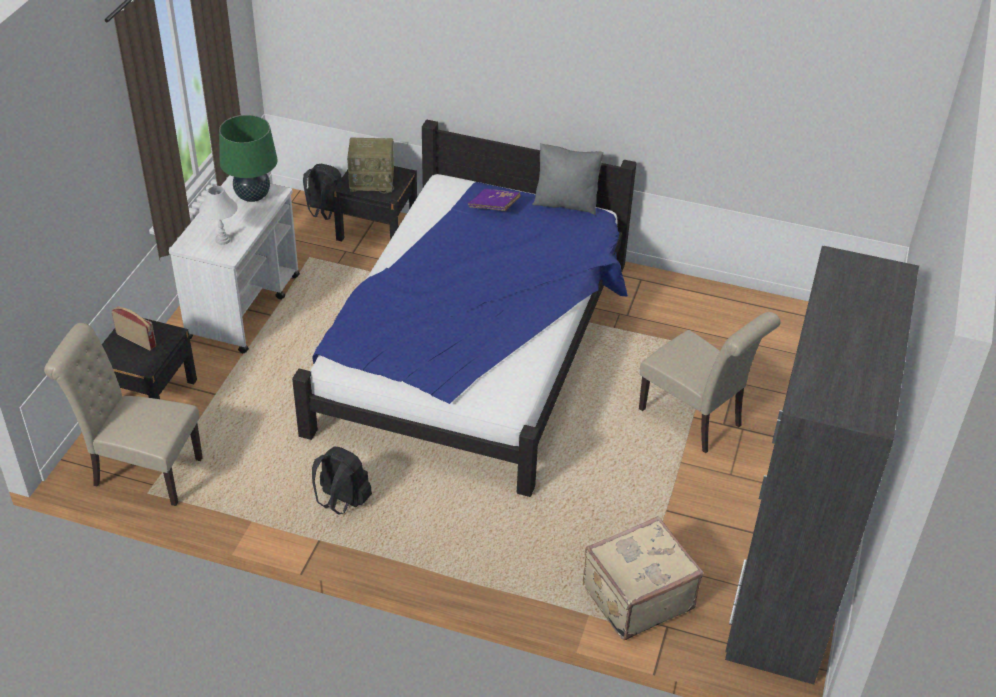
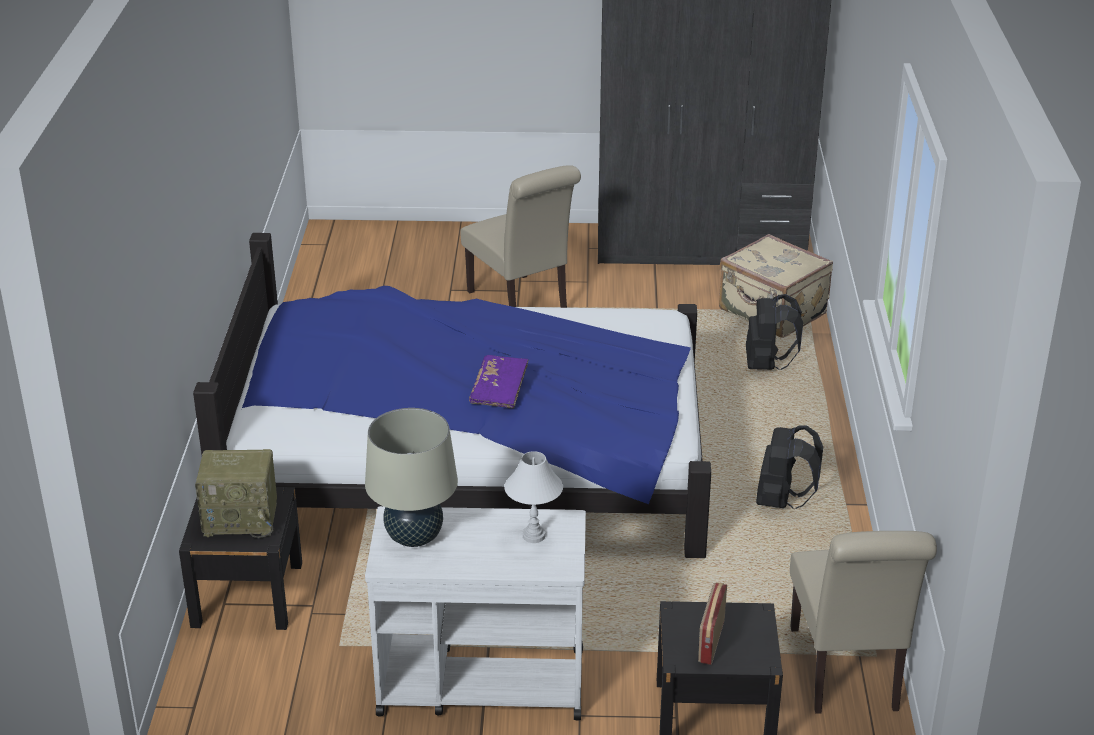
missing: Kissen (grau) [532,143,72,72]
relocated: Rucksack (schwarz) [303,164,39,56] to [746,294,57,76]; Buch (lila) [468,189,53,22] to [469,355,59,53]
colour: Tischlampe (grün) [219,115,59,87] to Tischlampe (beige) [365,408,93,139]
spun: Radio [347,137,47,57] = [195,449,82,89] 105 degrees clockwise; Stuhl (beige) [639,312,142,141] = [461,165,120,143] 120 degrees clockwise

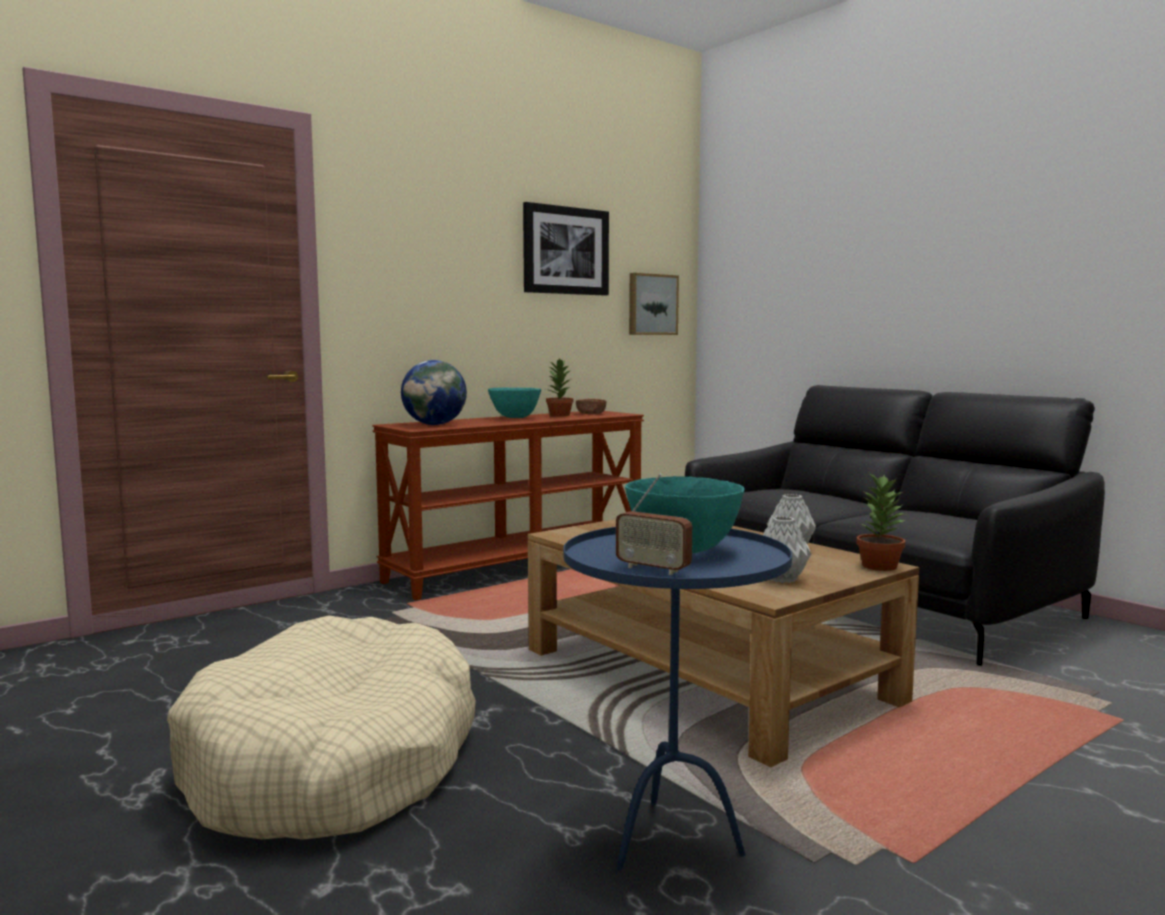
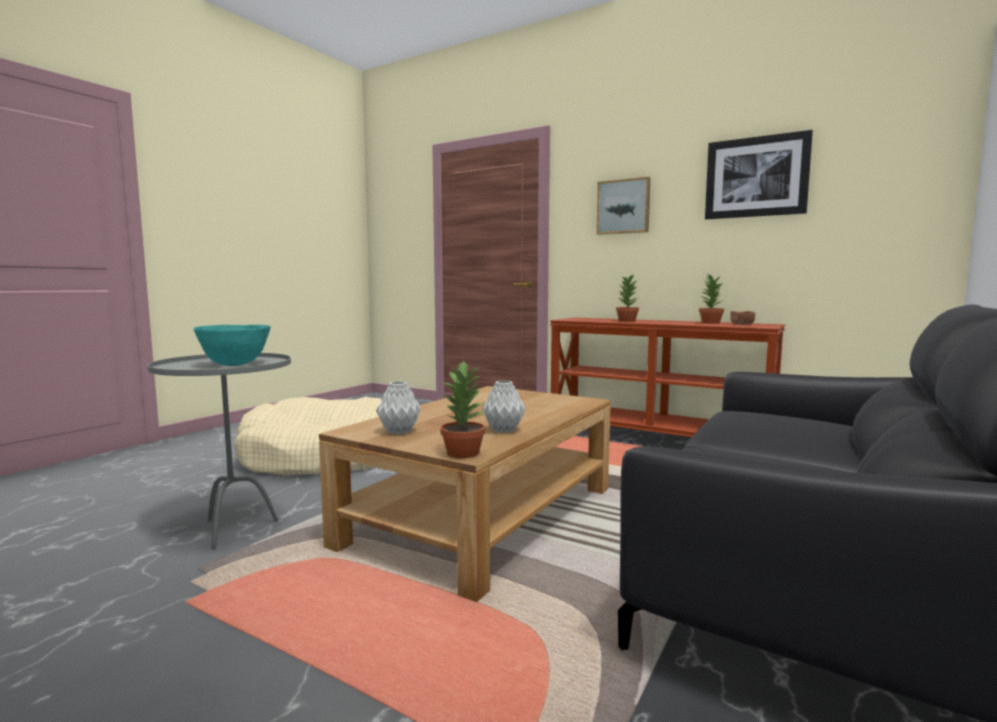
missing: Globus [401,360,66,65]; Schüssel (türkis) [488,387,53,31]; Radio [616,474,76,101]
appeared: Topfpflanze [616,274,24,48]
relocated: Bild [629,273,50,62] to [596,177,54,58]
colour: Beistelltisch (blau) [563,527,229,343] to Beistelltisch (grau) [147,353,144,196]

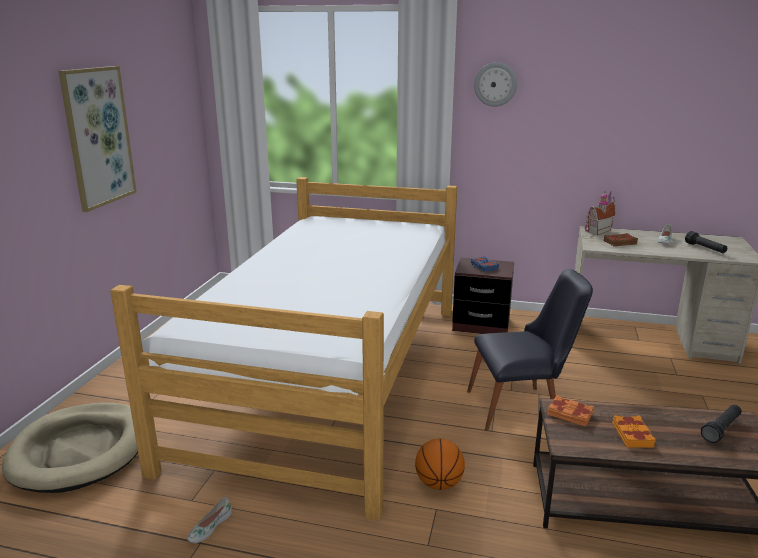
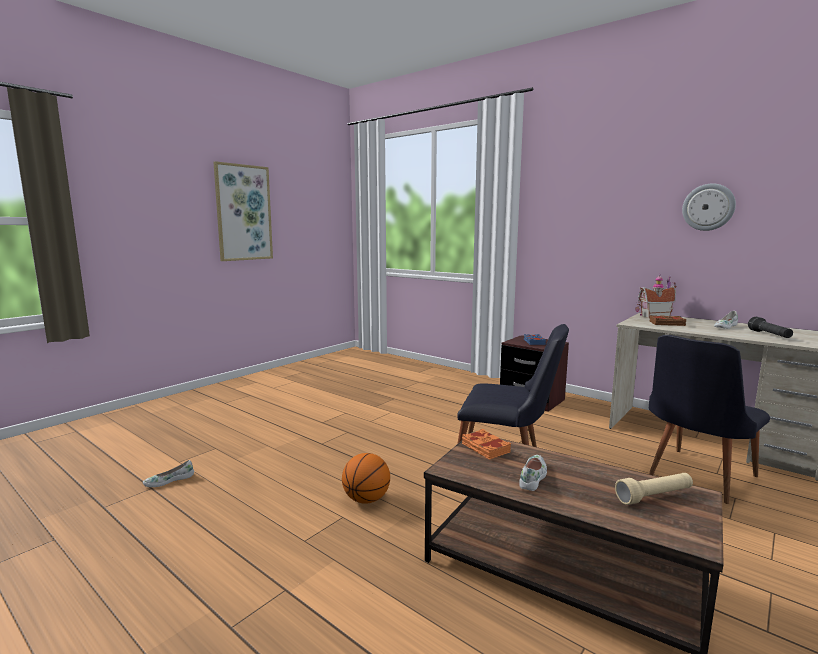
missing: Hundebett (beige) [2,403,136,90]; Bett [110,177,347,344]
appeared: Stuhl (schwarz) [649,335,121,169]
relocated: Wanduhr [474,62,43,45] to [682,184,54,47]
exchanged: Buch (orange) [612,415,44,32] to Schuh (weiß) [520,455,27,36]
colour: Taschenlampe (schwarz) [701,405,41,38] to Taschenlampe (beige) [615,473,78,32]

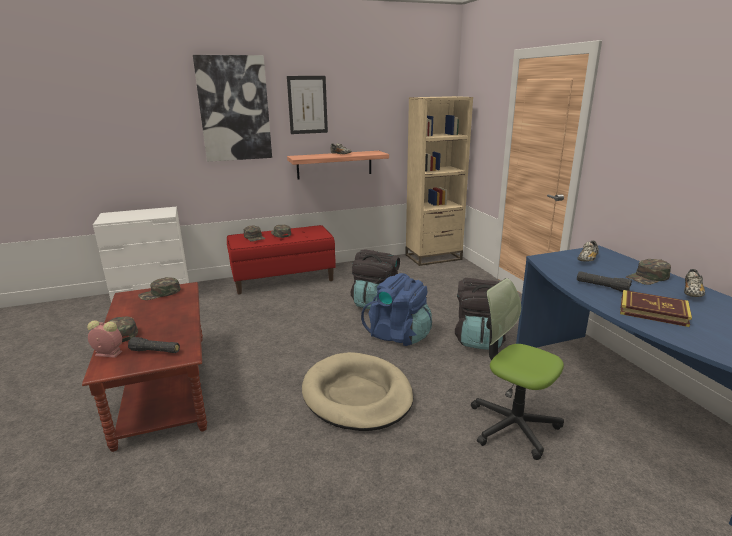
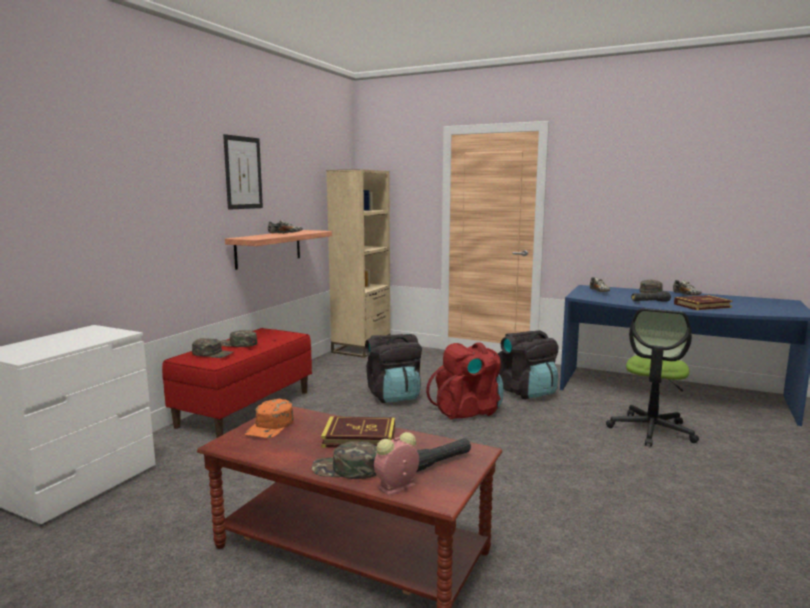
missing: Bild [193,55,79,107]; Hundebett (beige) [302,352,111,79]
appeared: Buch [321,416,74,32]
colour: Kappe (grün) [138,277,42,23] to Kappe (orange) [245,399,49,39]; Rucksack (blau) [361,273,71,73] to Rucksack (rot) [426,342,77,77]
spun: Bürostuhl [471,278,93,182] = [606,308,93,139] 60 degrees counterclockwise

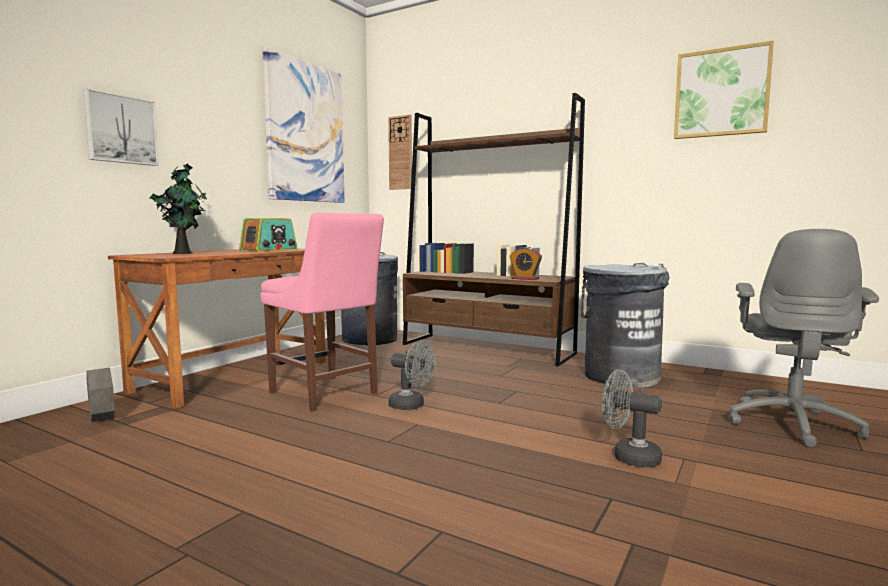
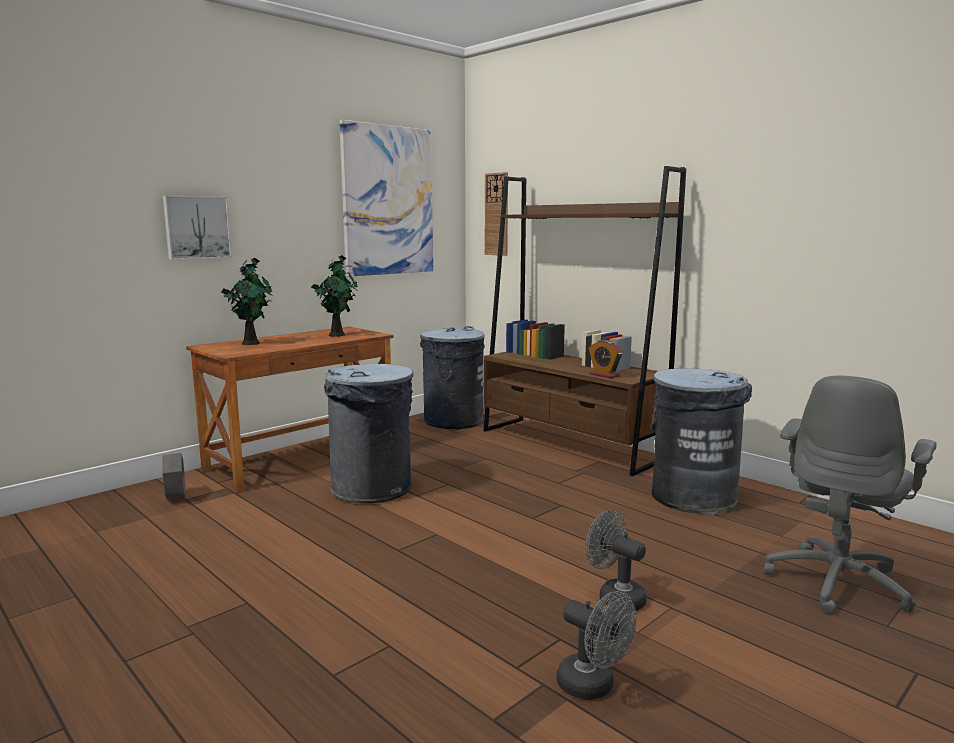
missing: Bild [674,40,100,99]
relocated: Ventilator (grau) [388,340,47,70] to [557,591,79,109]
exchanged: Radio [239,218,58,33] to Topfpflanze [311,255,47,82]; Stuhl (rosa) [260,213,124,199] to Mülleimer (grau) [324,364,90,139]

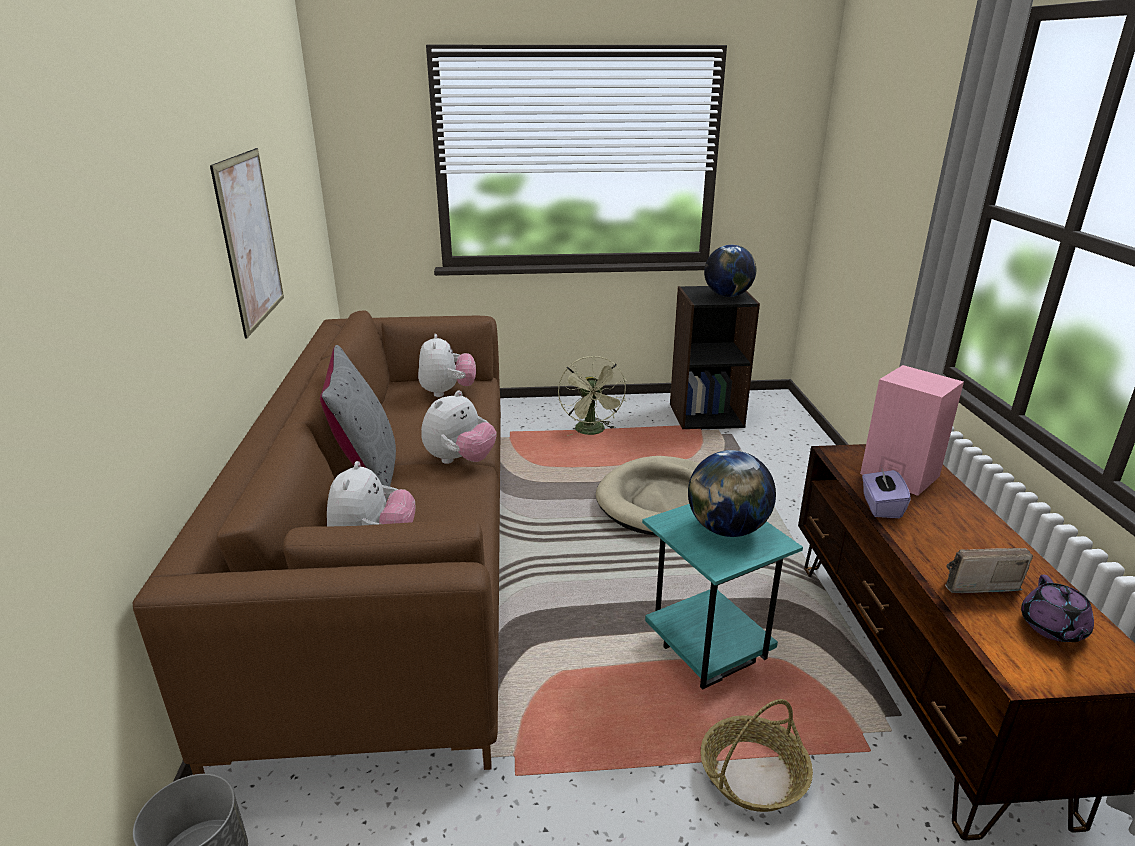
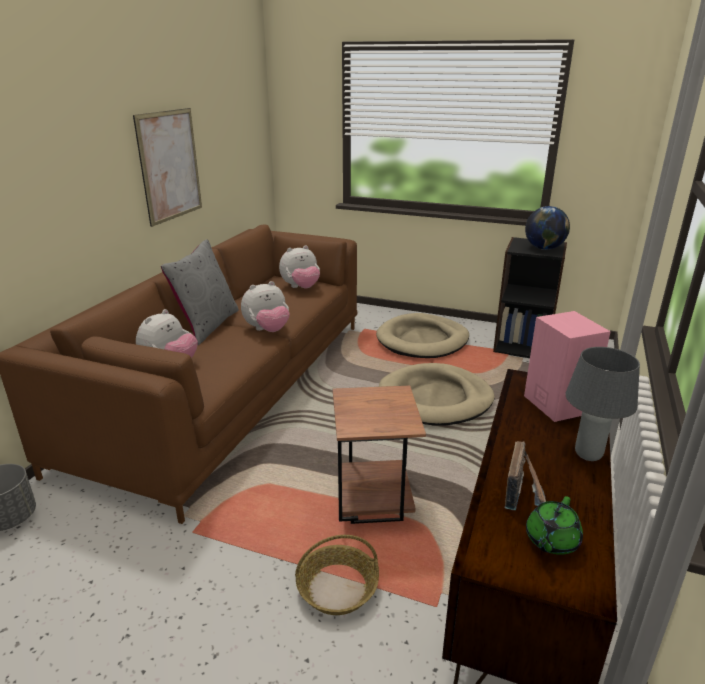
missing: Globus [688,450,88,87]; Taschentuchbox (lila) [862,467,49,51]
appeared: Tischlampe (grau) [565,347,75,114]
exchanged: Ventilator (grün) [558,356,69,80] to Hundebett (beige) [376,313,93,45]
colour: Beistelltisch (türkis) [642,504,161,186] to Beistelltisch (braun) [333,385,93,139]; Teekanne (lila) [1021,575,73,67] to Teekanne (grün) [526,496,57,59]
spun: Plüschtier [418,334,58,63] = [279,245,41,43] 45 degrees clockwise; Radio [945,548,88,45] = [505,441,41,69] 90 degrees clockwise

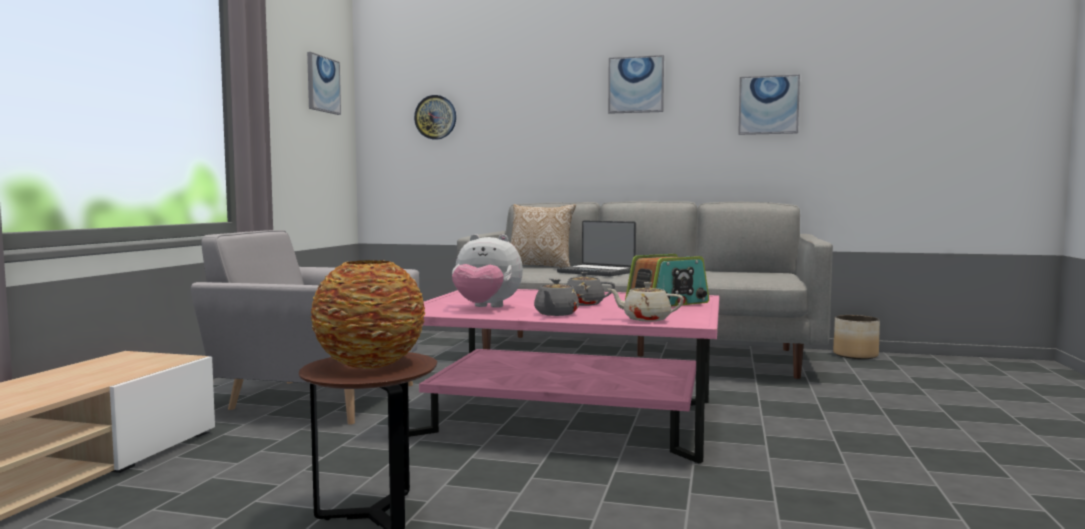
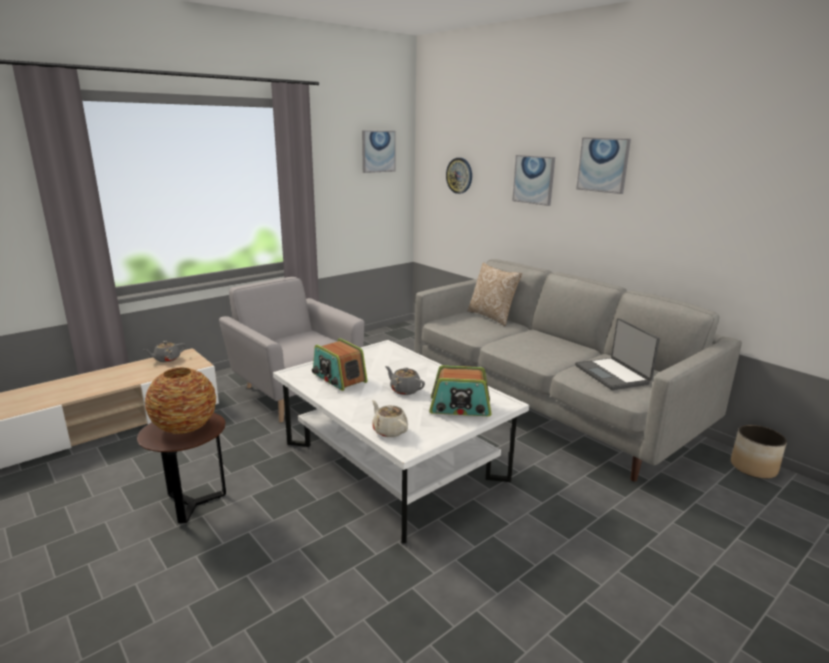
relocated: Teekanne (grau) [534,279,45,37] to [143,341,42,21]; Laptop [557,220,79,57] to [575,318,85,72]; Bild [738,75,62,60] to [512,155,43,51]
exchanged: Plüschtier [452,234,71,74] to Radio [312,338,55,53]
colour: Couchtisch (rosa) [408,289,311,174] to Couchtisch (weiß) [273,340,256,203]

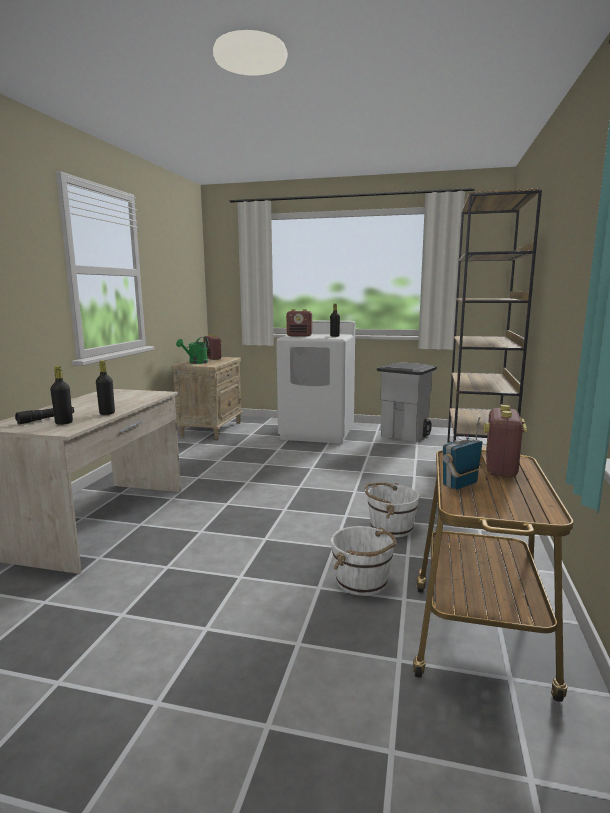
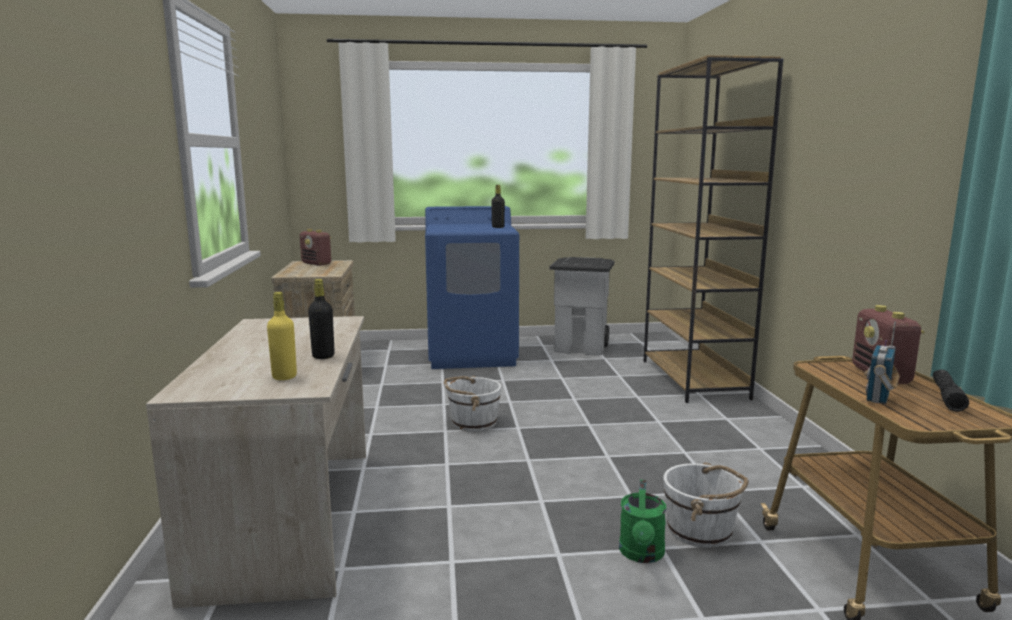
missing: Radio [286,309,26,28]
relocated: Taschenlampe (schwarz) [15,407,59,17] to [933,370,36,42]; Gießkanne (grün) [176,337,32,27] to [619,480,47,83]; Eimer (weiß) [365,482,54,56] to [444,376,57,56]
colour: Flasche (schwarz) [50,366,23,59] to Flasche (gelb) [267,292,30,88]; Waschmaschine (weiß) [276,320,79,124] to Waschmaschine (blau) [425,206,94,163]

